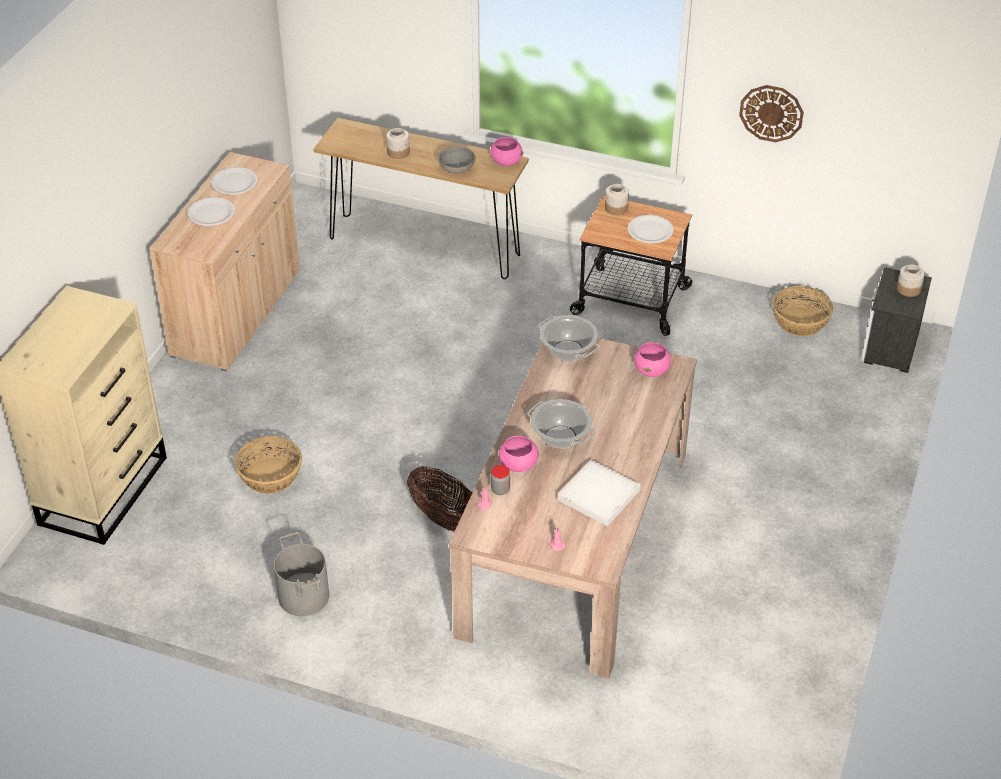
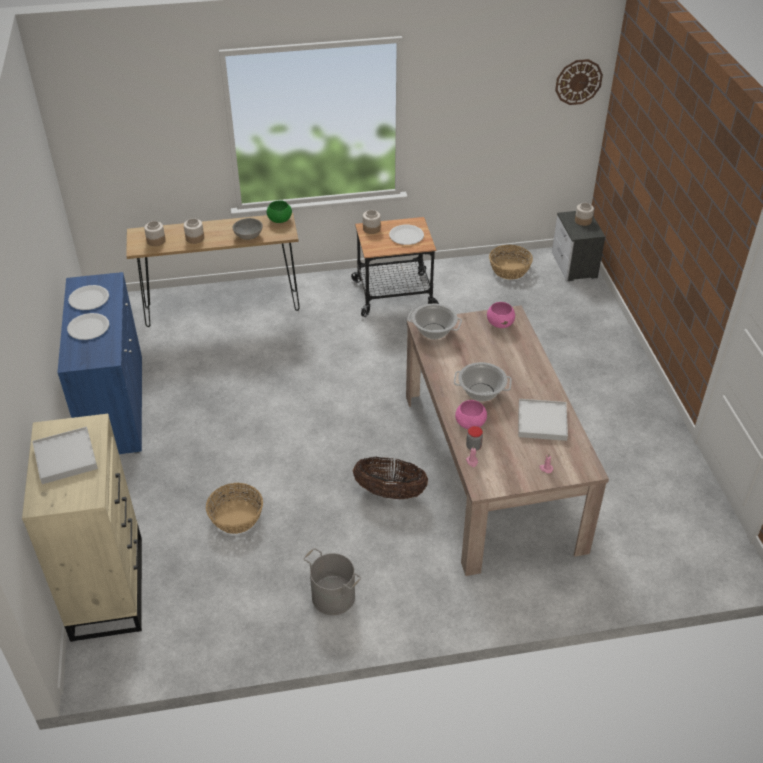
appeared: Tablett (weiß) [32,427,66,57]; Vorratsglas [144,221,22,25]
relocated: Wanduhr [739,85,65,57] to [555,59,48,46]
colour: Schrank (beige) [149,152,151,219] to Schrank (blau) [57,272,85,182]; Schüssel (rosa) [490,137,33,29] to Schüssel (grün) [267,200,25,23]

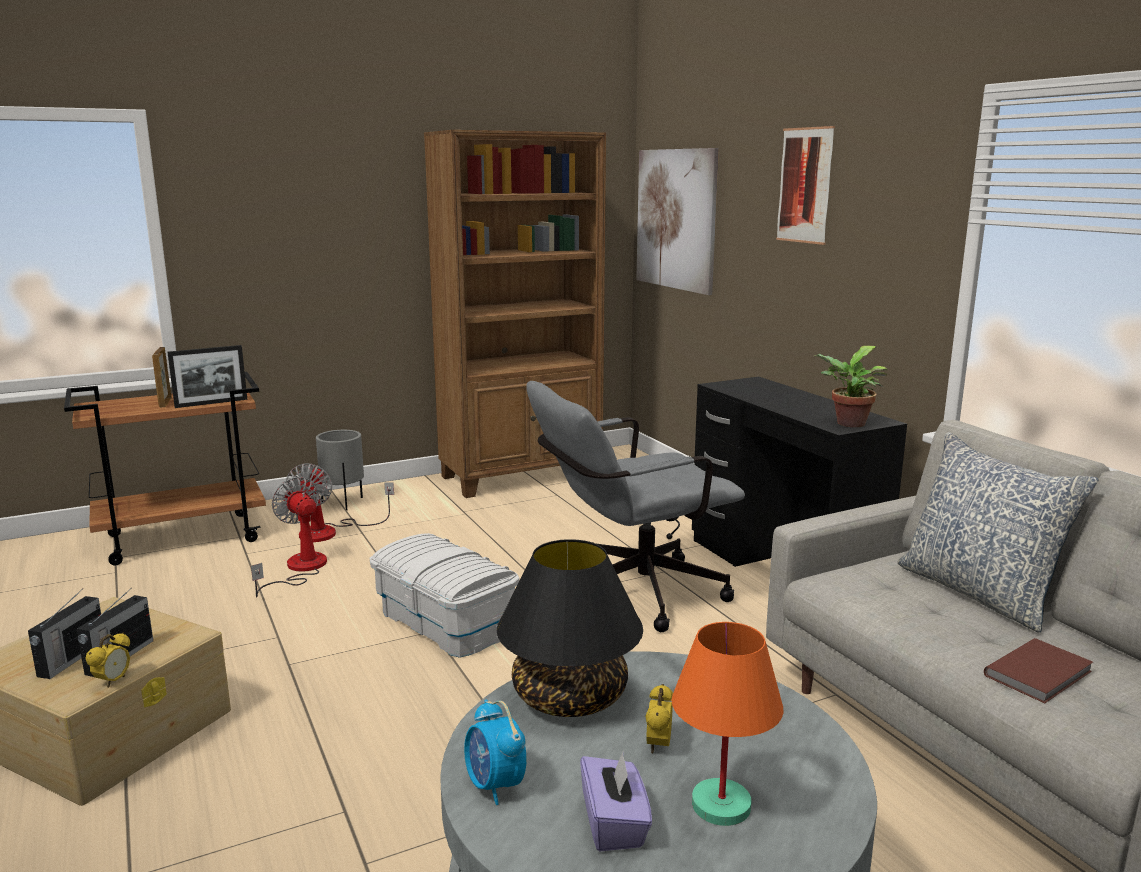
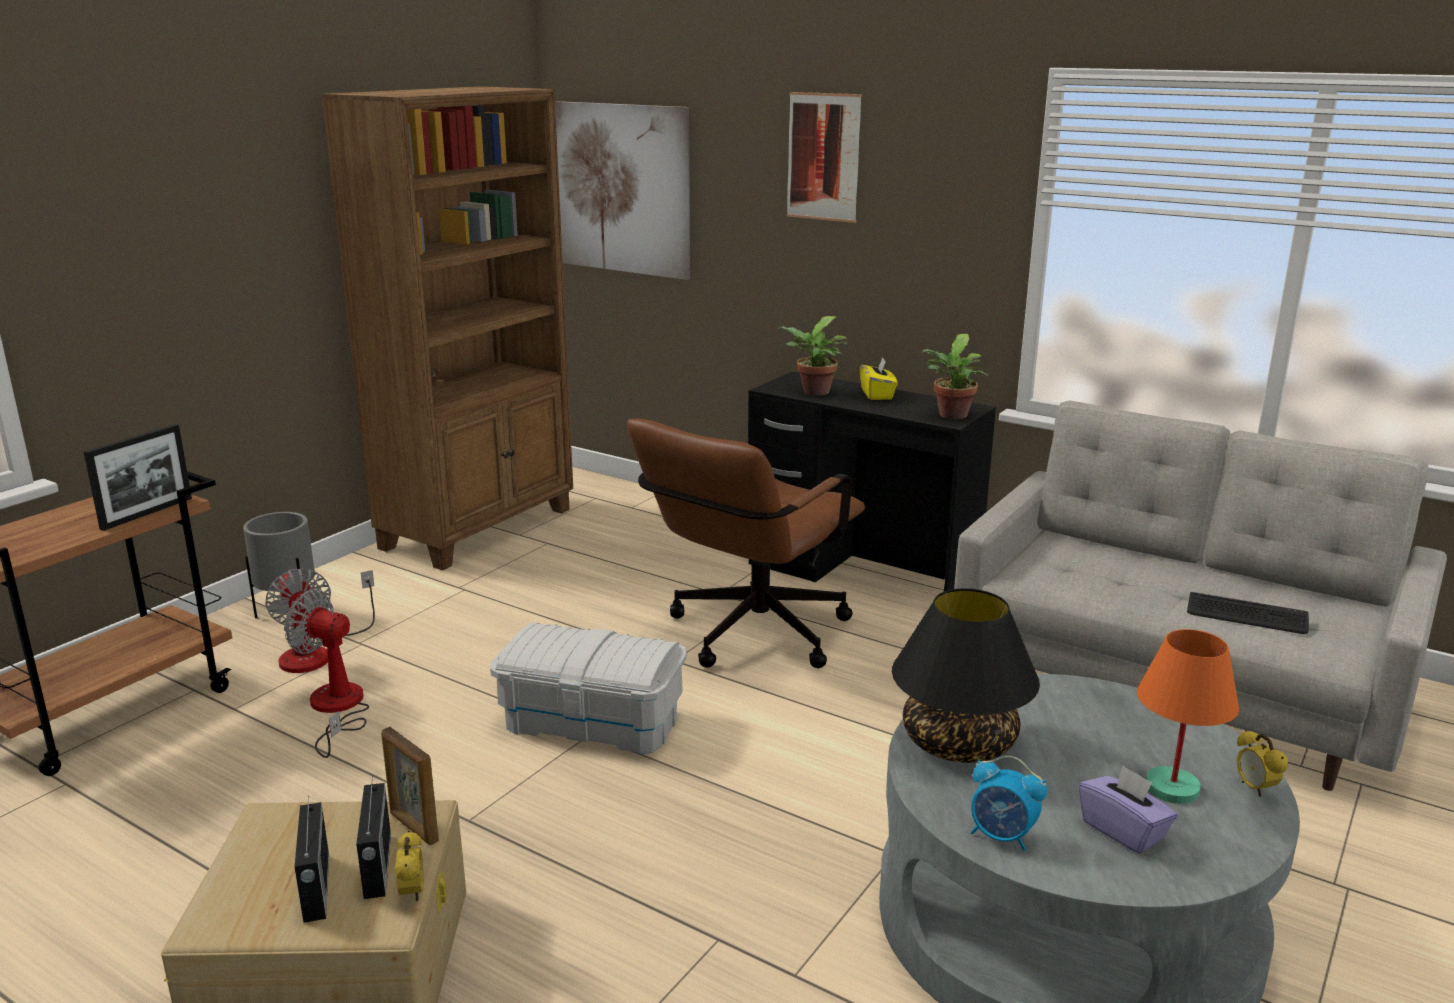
missing: Kissen [898,432,200,201]
appeared: Topfpflanze [777,316,70,80]; Taschentuchbox (gelb) [860,358,38,42]
relocated: Bilderrahmen [152,347,20,60] to [381,727,58,118]; Wecker [645,684,28,70] to [1236,730,52,67]
exchanged: Buch (braun) [984,638,109,65] to Tastatur [1187,592,122,42]
colour: Bürostuhl (grau) [526,381,219,251] to Bürostuhl (braun) [627,419,238,249]

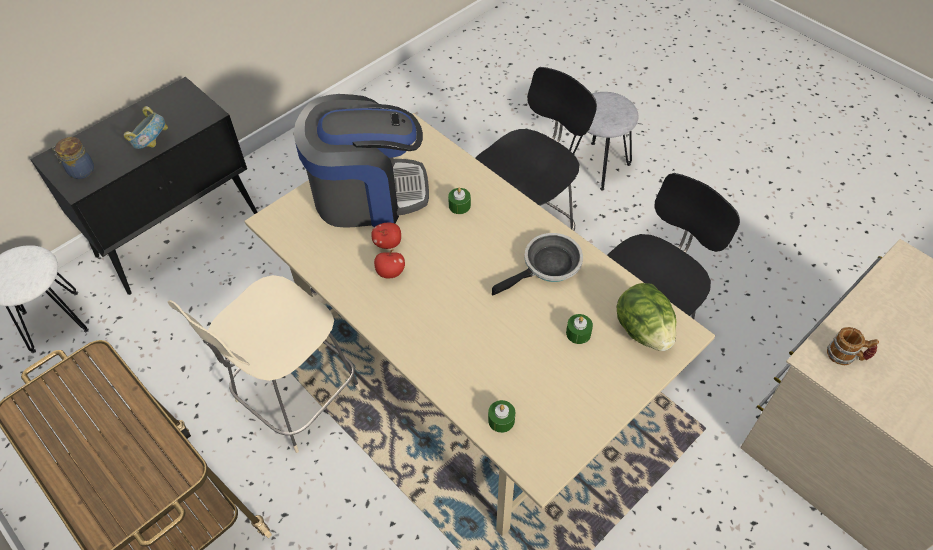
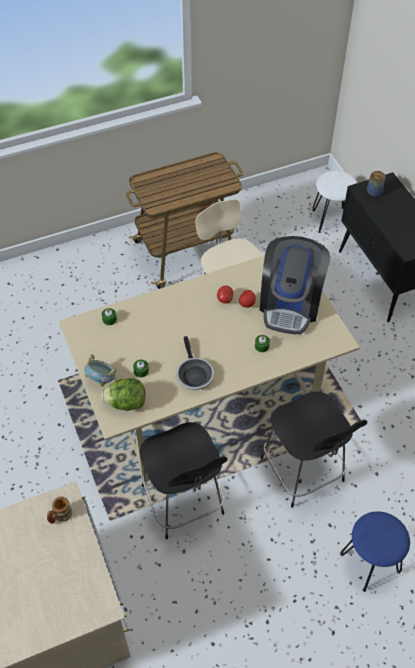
relocated: Schüssel [124,106,44,43] to [84,354,33,32]
colour: Hocker (grau) [569,92,69,98] to Hocker (blau) [340,511,70,81]

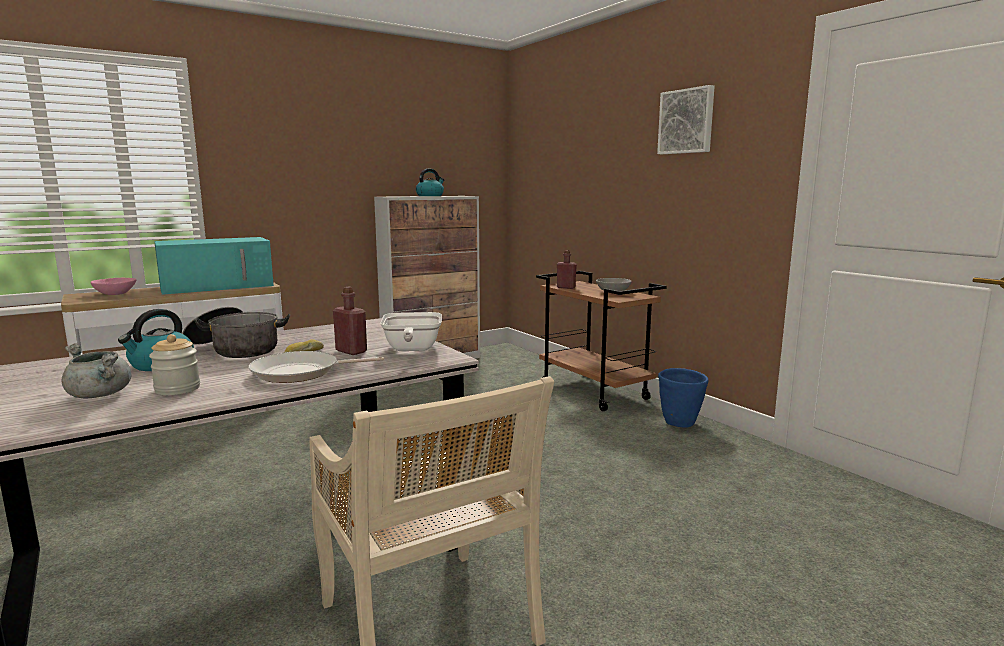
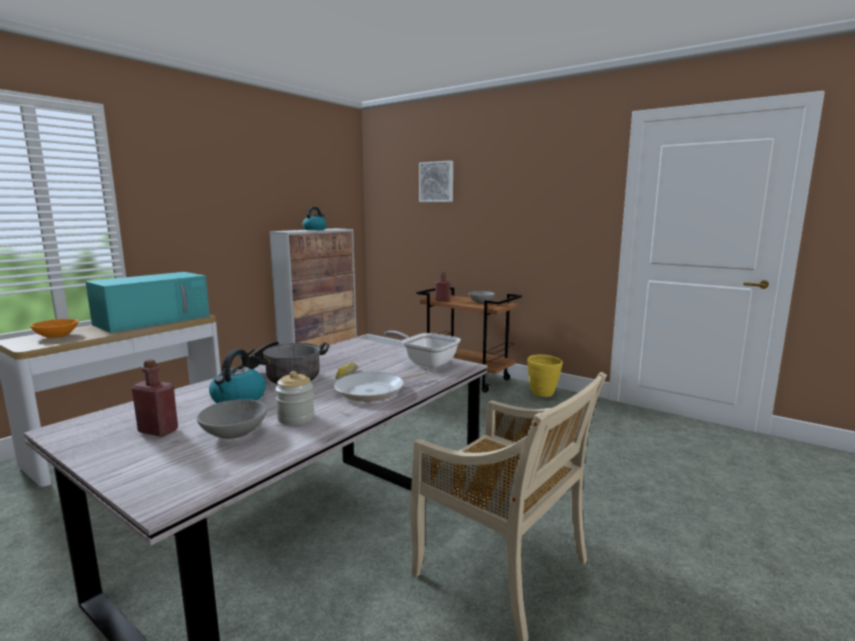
relocated: Flasche (rot) [333,287,34,68] to [132,359,46,78]; Bild [657,85,58,69] to [419,161,34,41]
exchanged: Kochtopf (grau) [62,343,69,55] to Schüssel (grau) [197,399,70,40]
colour: Schüssel (rosa) [90,278,46,17] to Schüssel (orange) [30,319,48,19]; Pflanzkübel (blau) [658,368,51,60] to Pflanzkübel (gelb) [527,354,36,43]
spun: Pfanne [380,312,62,39] = [384,331,76,37] 150 degrees clockwise

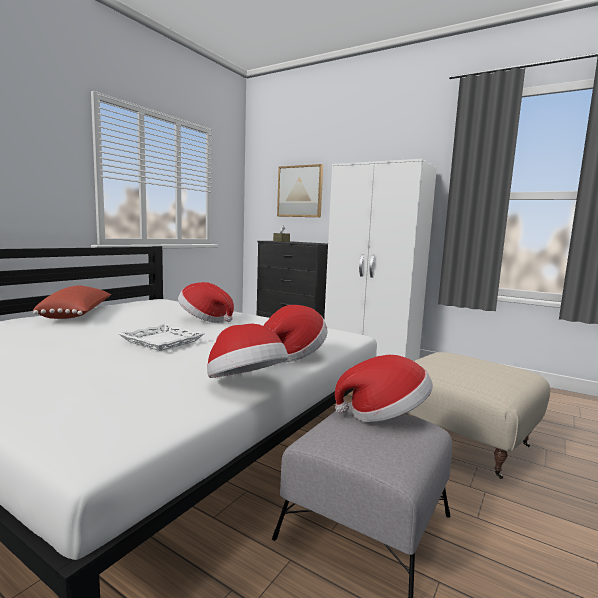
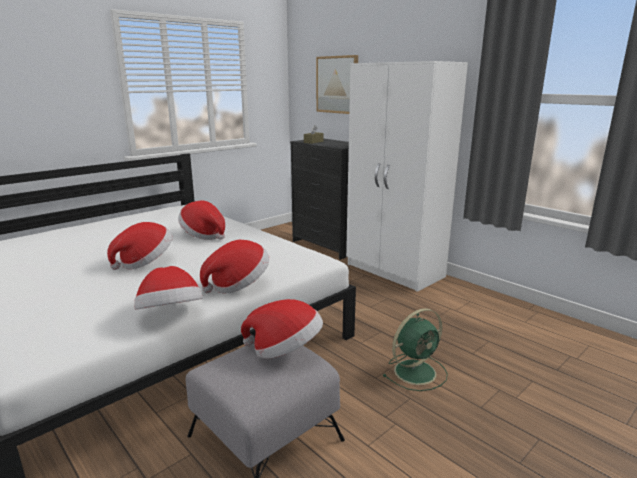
missing: Kissen (rot) [33,285,78,34]
exchanged: Tablett (weiß) [119,324,85,27] to Hut [107,222,65,48]; Polsterhocker (beige) [405,352,145,127] to Ventilator (grün) [382,308,66,83]

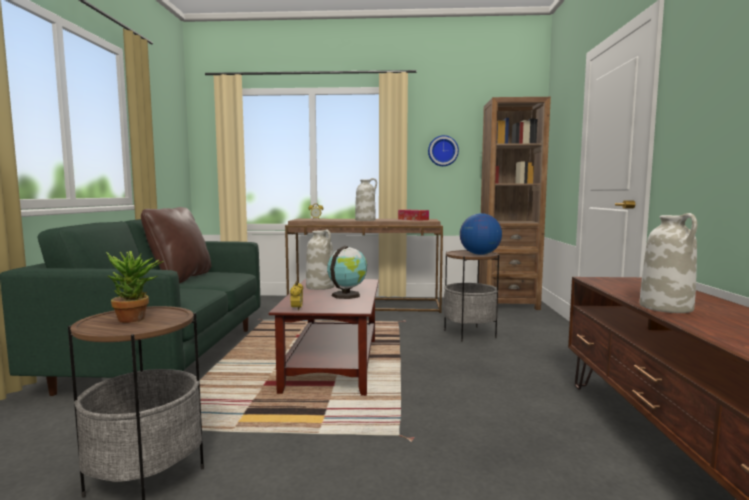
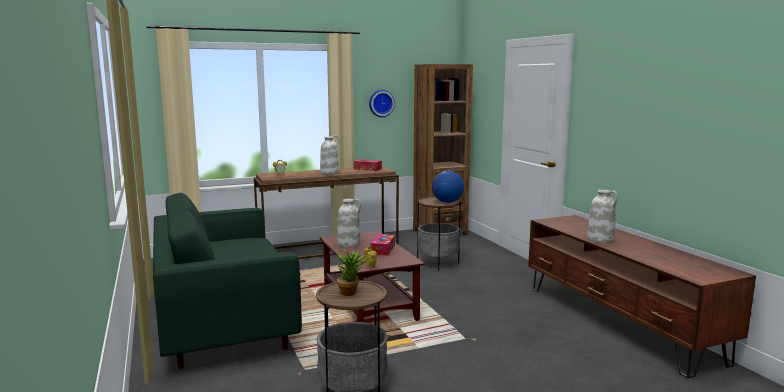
missing: Kissen (braun) [141,207,70,76]
exchanged: Globus [327,246,40,53] to Taschentuchbox [371,234,24,22]

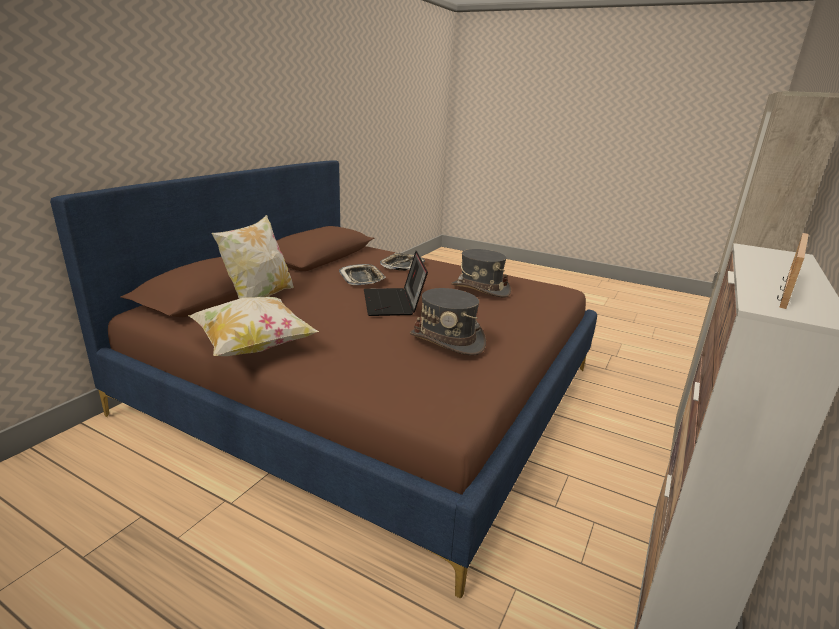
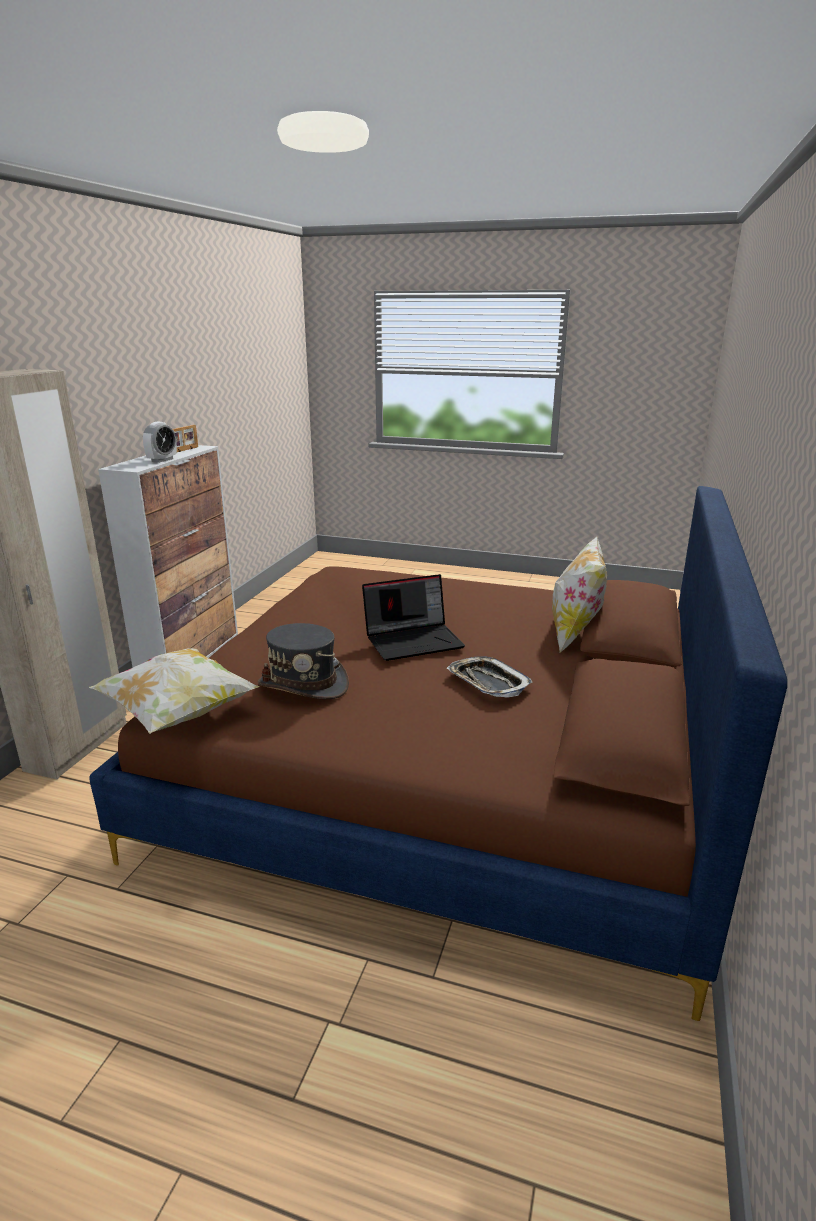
missing: Tablett [380,253,45,18]; Hut (grau) [410,288,76,67]
appeared: Wecker [143,422,34,41]
relocated: Kissen [188,297,131,59] to [89,648,171,85]
spun: Laptop [364,251,64,65] = [362,574,103,87] 90 degrees clockwise

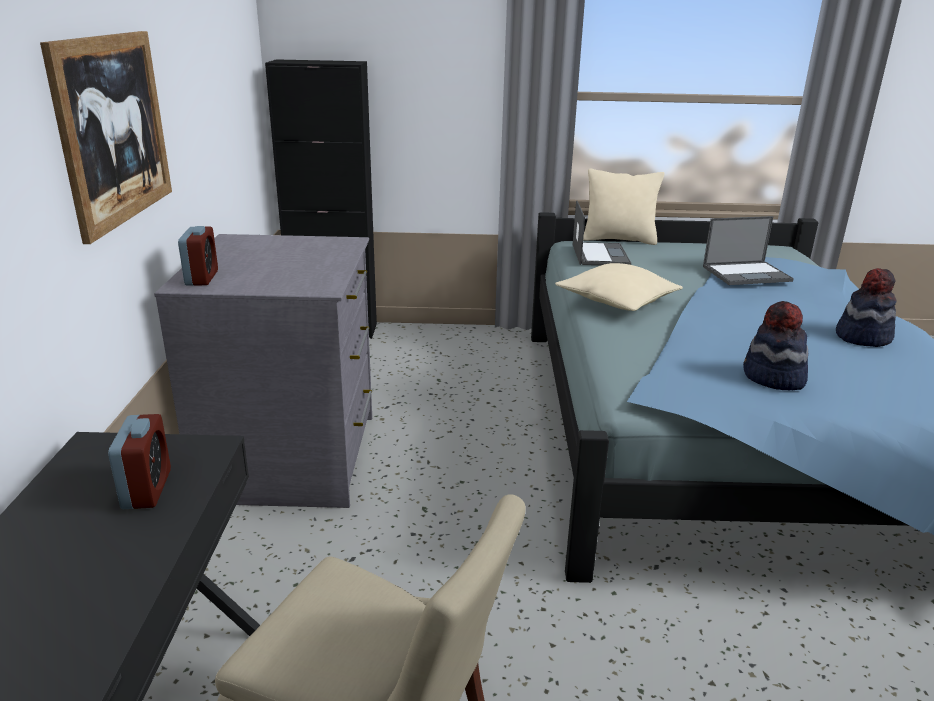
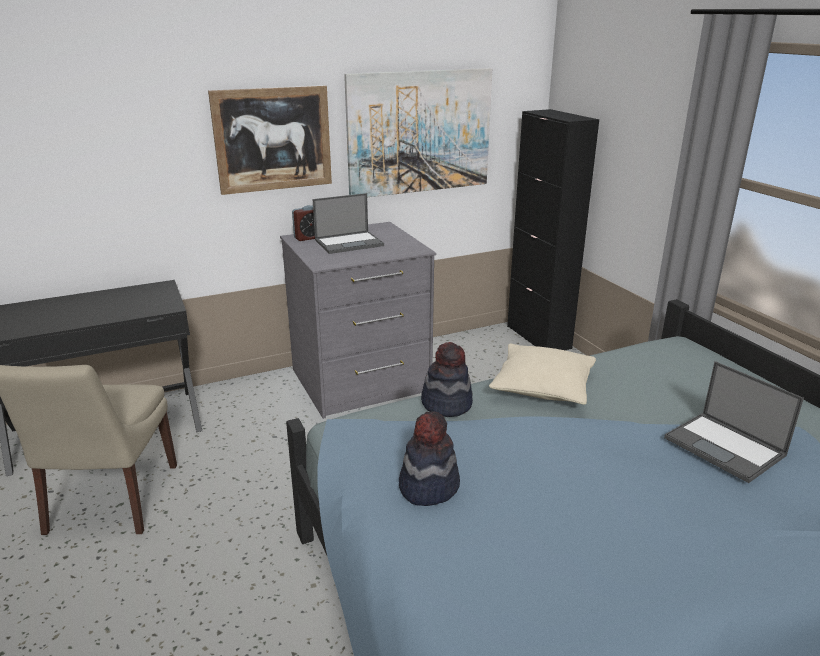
missing: Wecker [108,414,63,95]; Kissen (beige) [583,168,81,77]
appeared: Bild [344,68,148,129]
relocated: Laptop [573,201,58,64] to [312,193,72,61]; Hut [836,268,60,79] to [421,342,52,75]

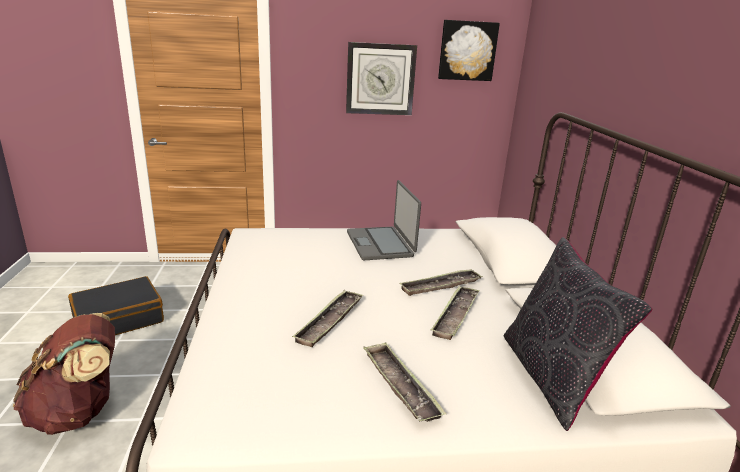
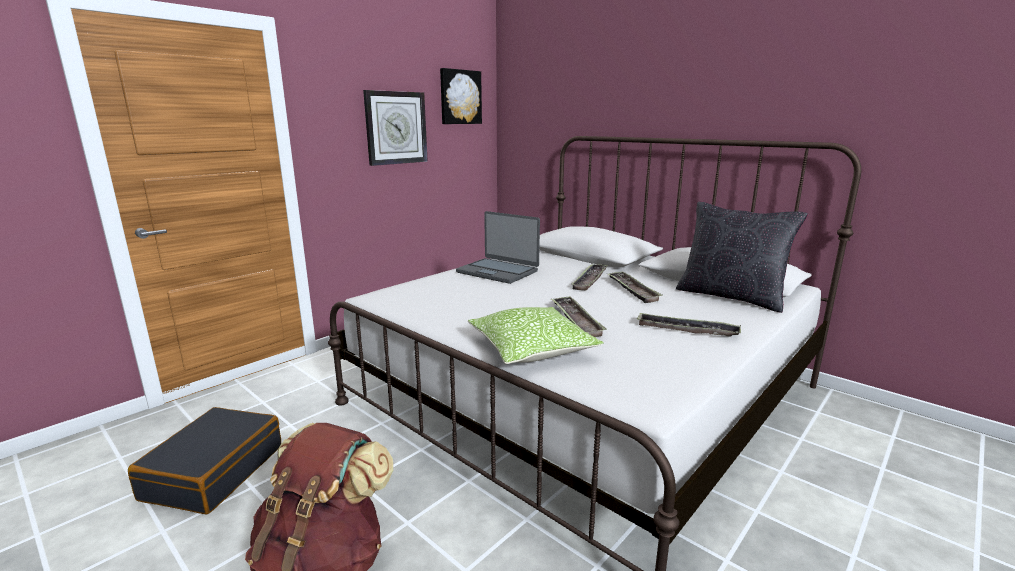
appeared: Kissen [468,307,136,57]

